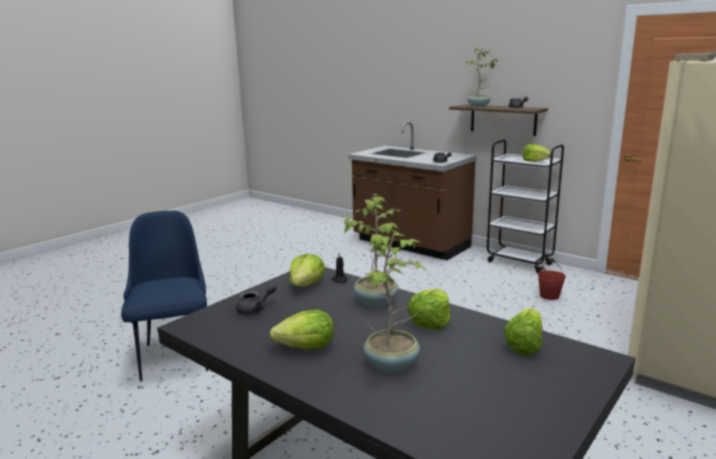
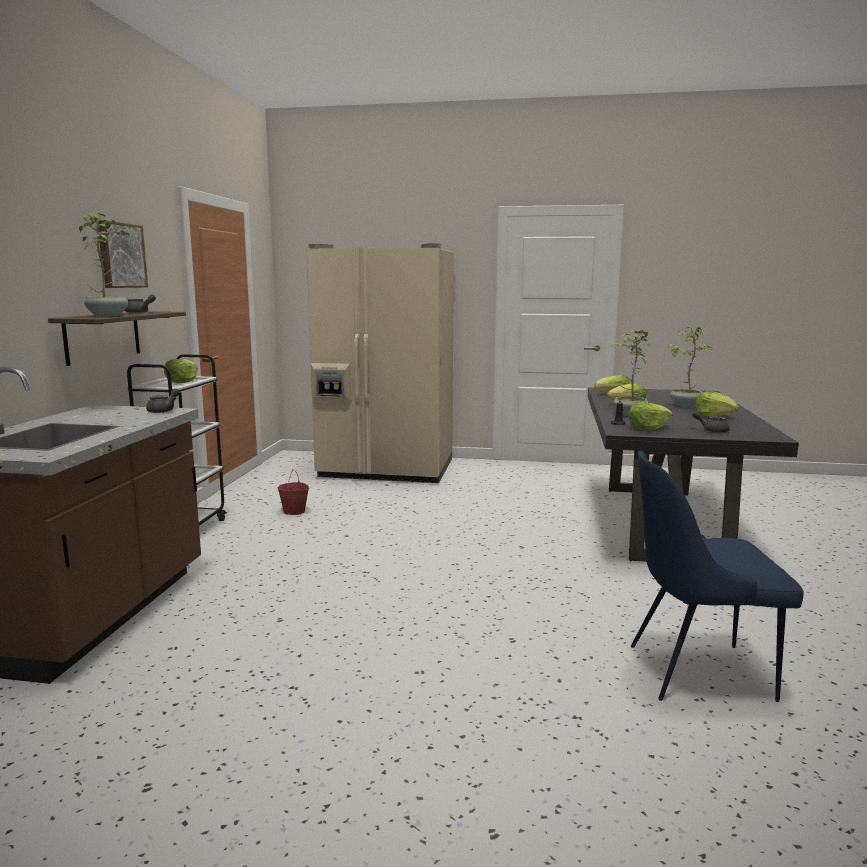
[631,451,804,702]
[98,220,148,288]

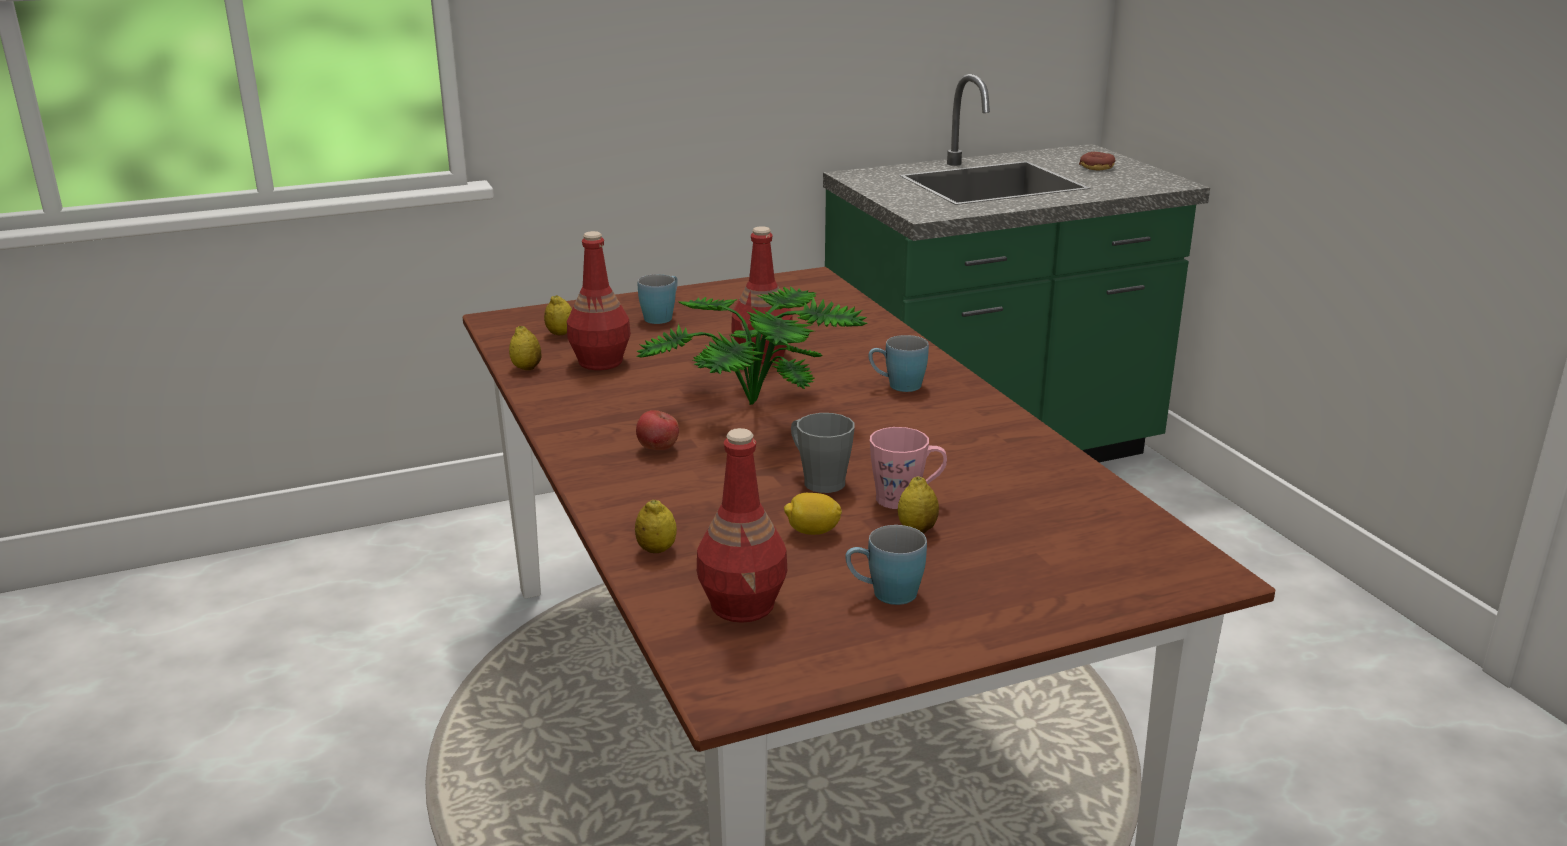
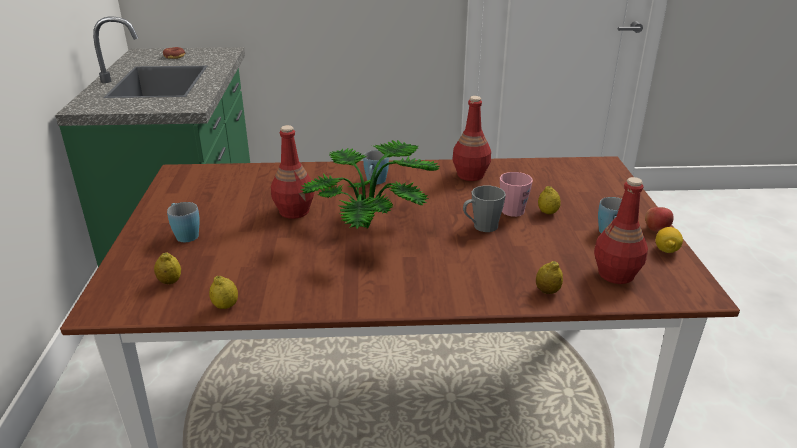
[453,96,491,181]
[645,207,674,232]
[655,227,683,253]

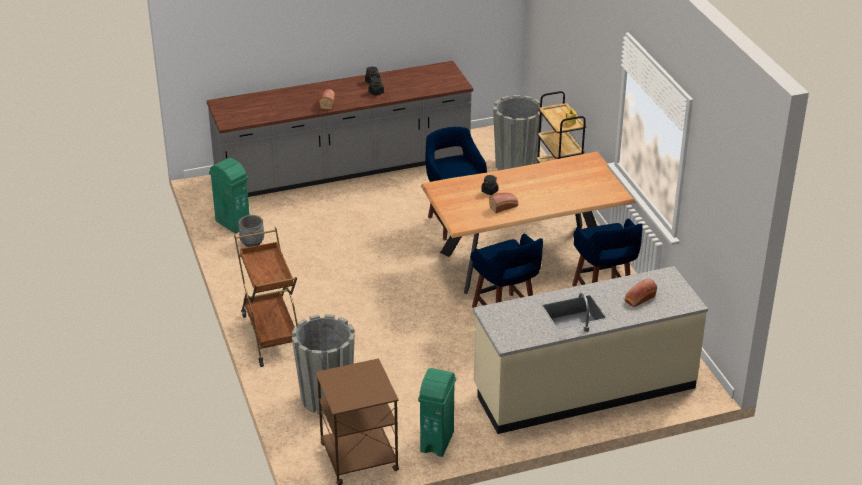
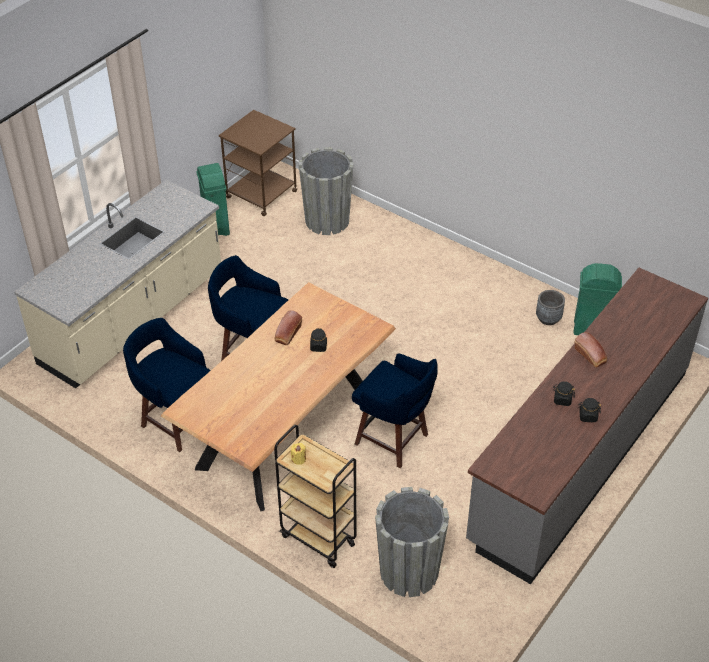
[234,227,298,367] (first image)
[625,278,657,307] (first image)

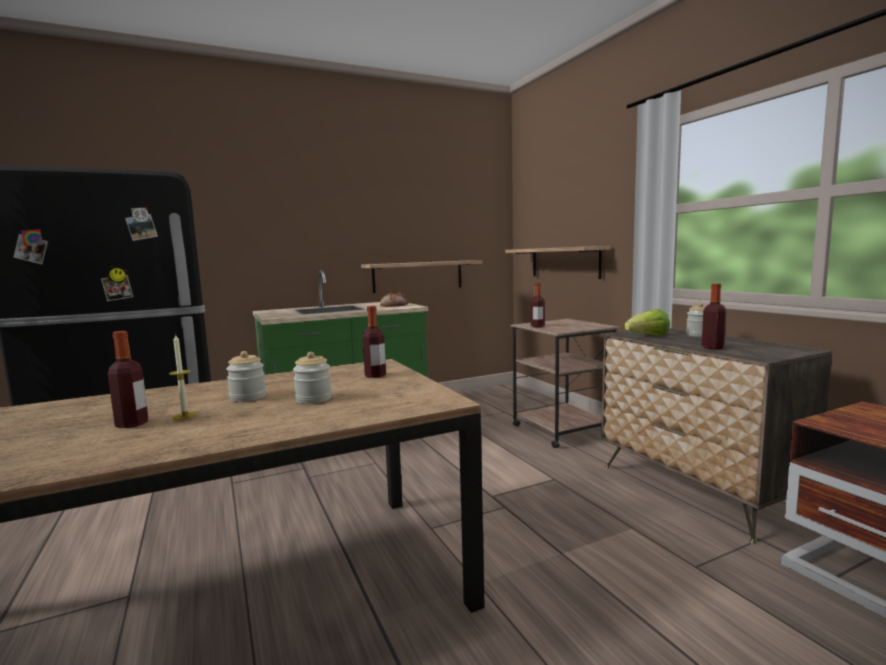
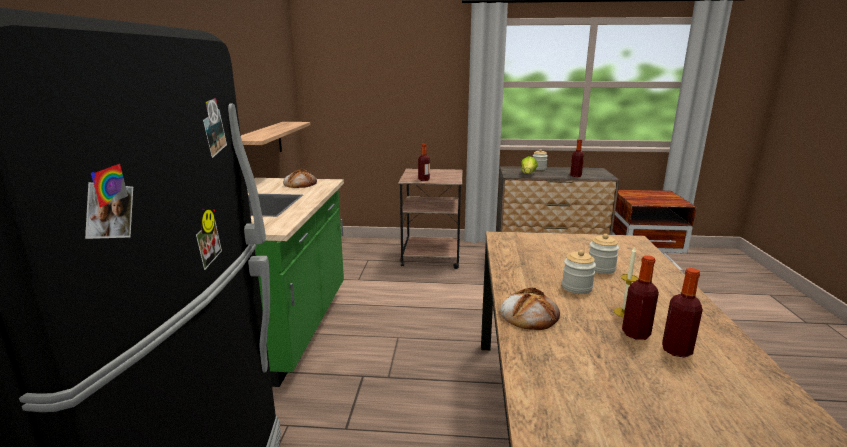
[662,268,703,358]
[505,246,611,279] (first image)
[500,288,560,330]

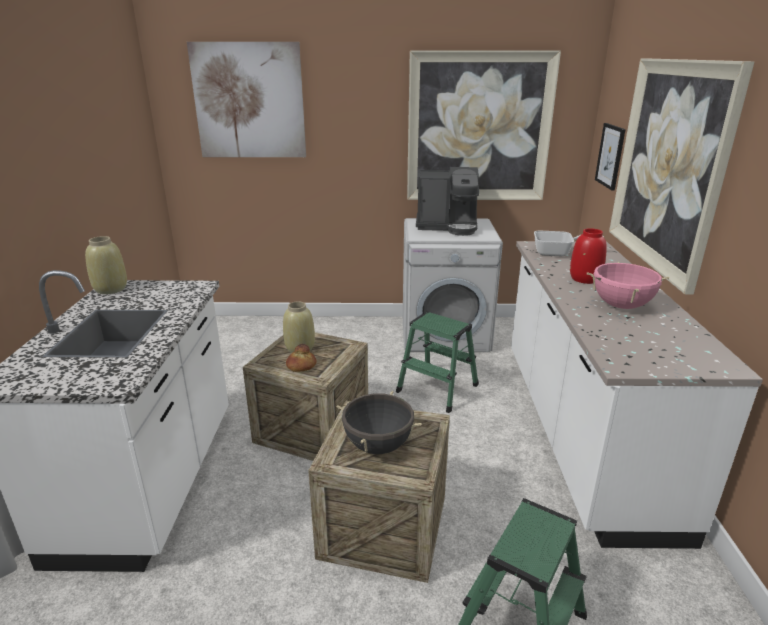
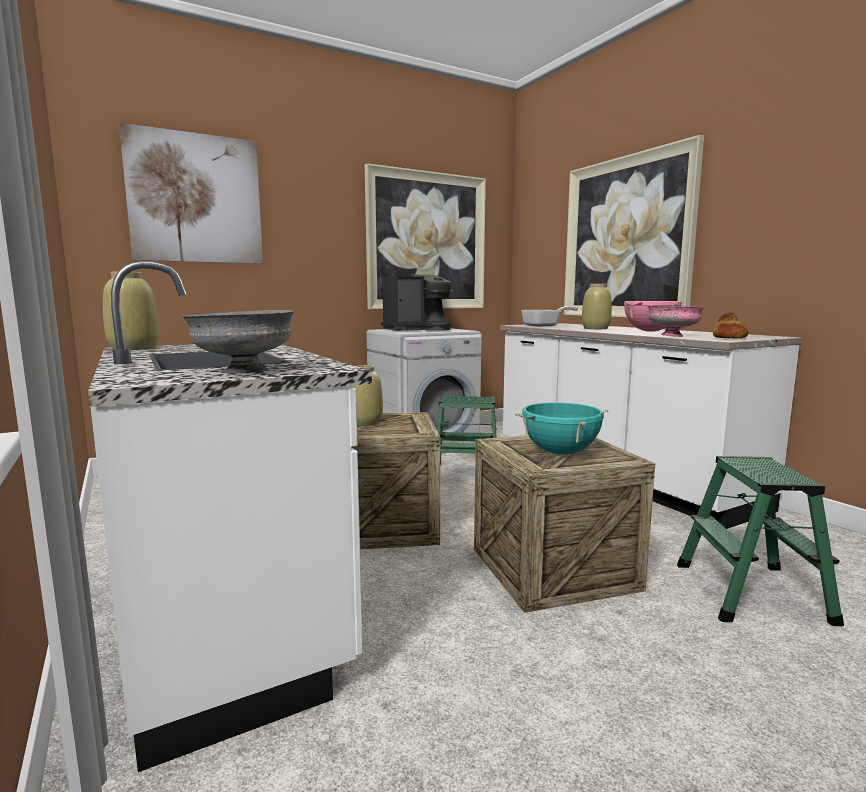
[713,312,748,338]
[515,402,608,455]
[582,284,612,329]
[595,123,626,191] (first image)
[182,310,295,373]
[647,306,704,337]

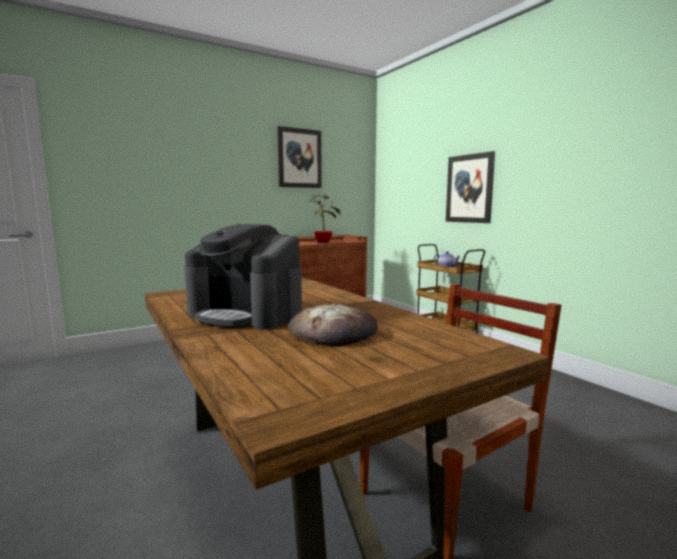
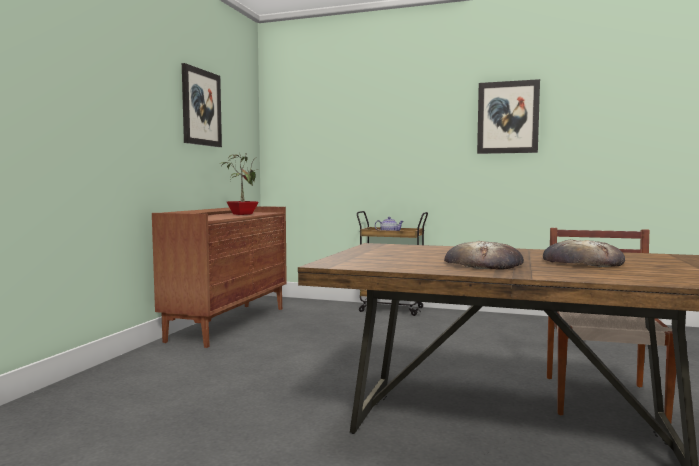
[444,241,524,270]
[477,79,540,154]

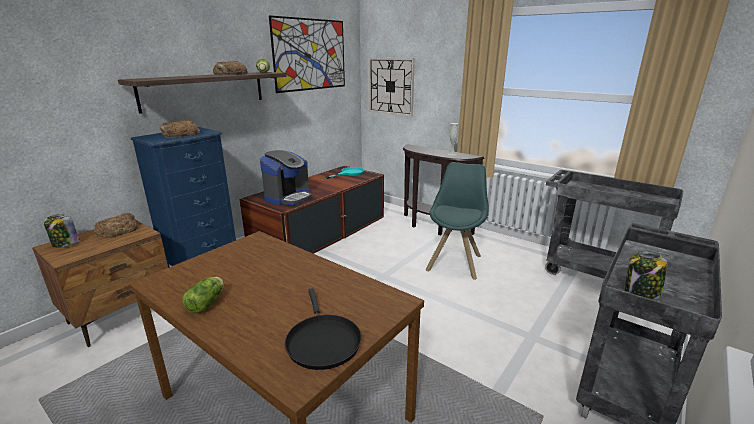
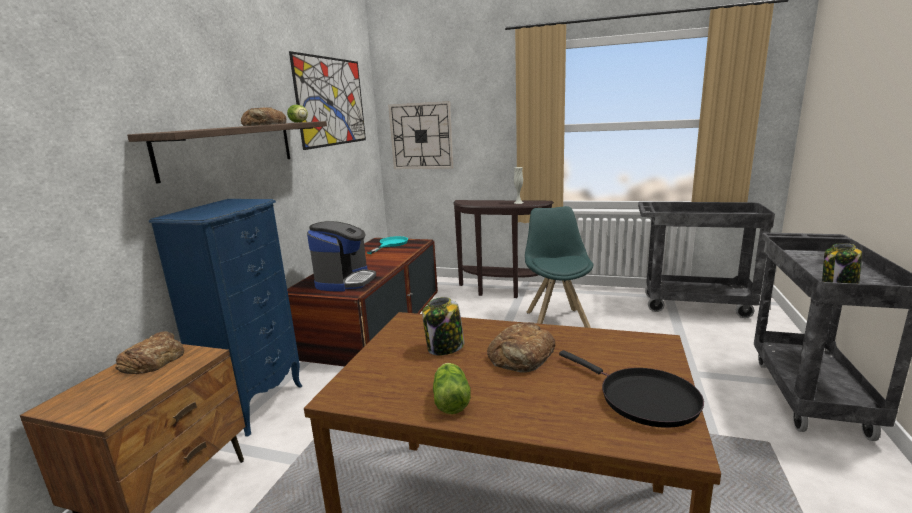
[422,297,464,355]
[487,322,555,373]

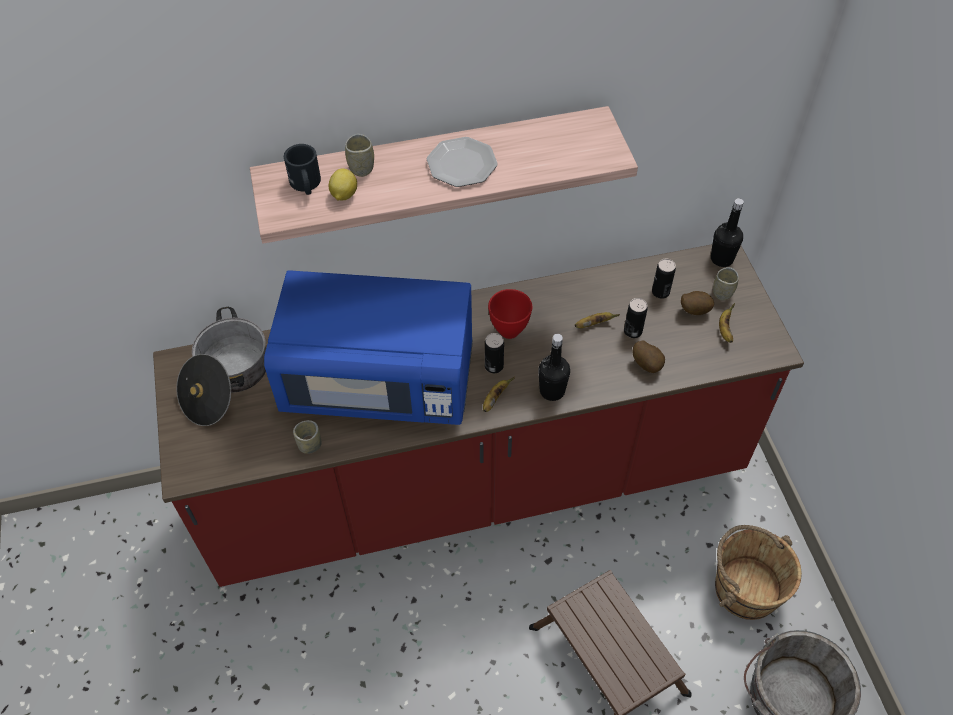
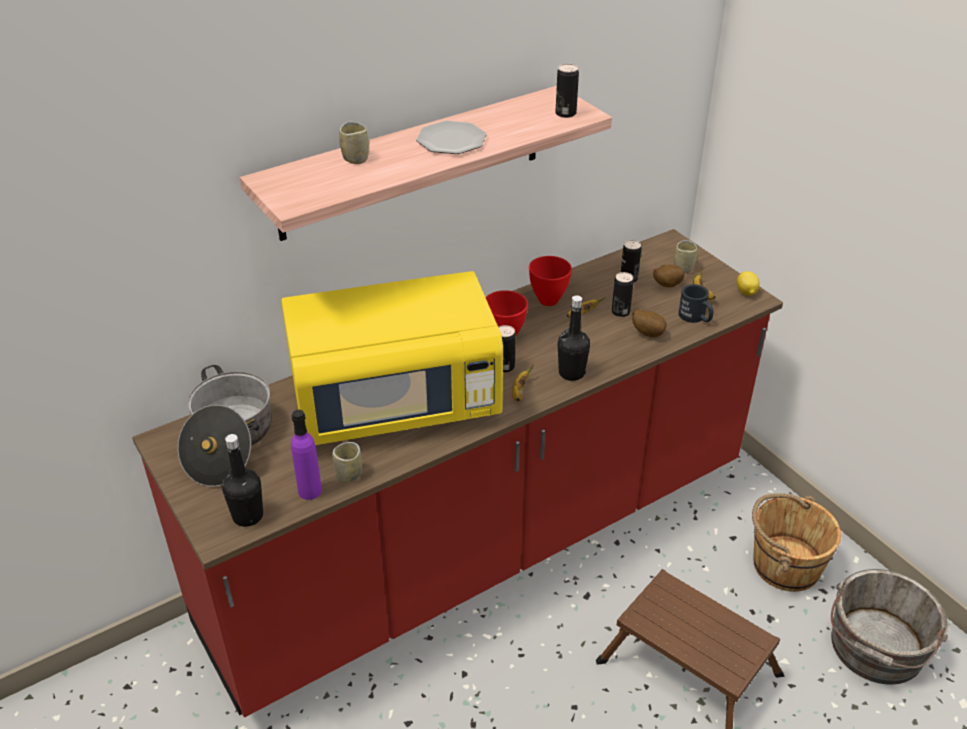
[281,271,503,445]
[678,284,714,323]
[737,271,760,296]
[222,434,263,527]
[291,410,322,500]
[529,256,572,306]
[555,63,579,118]

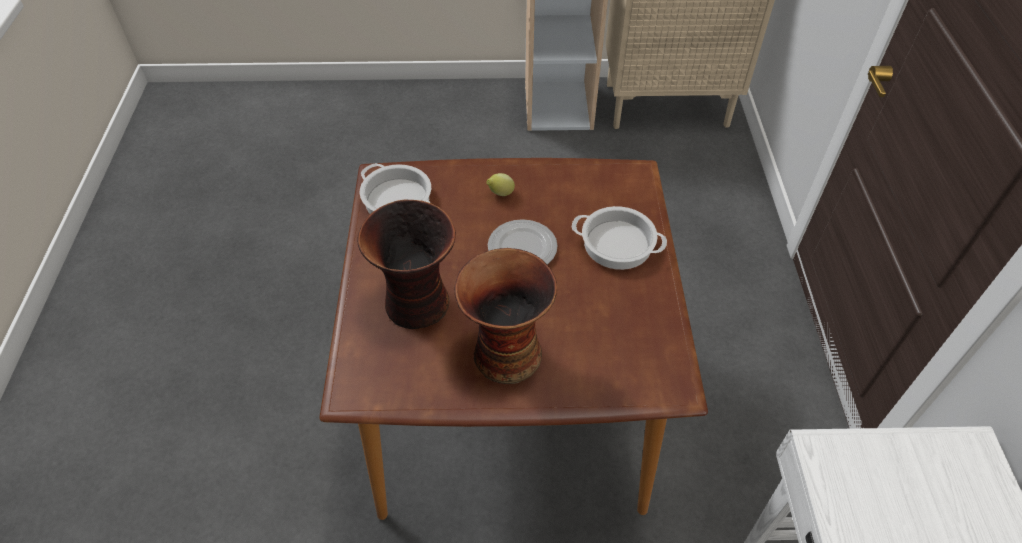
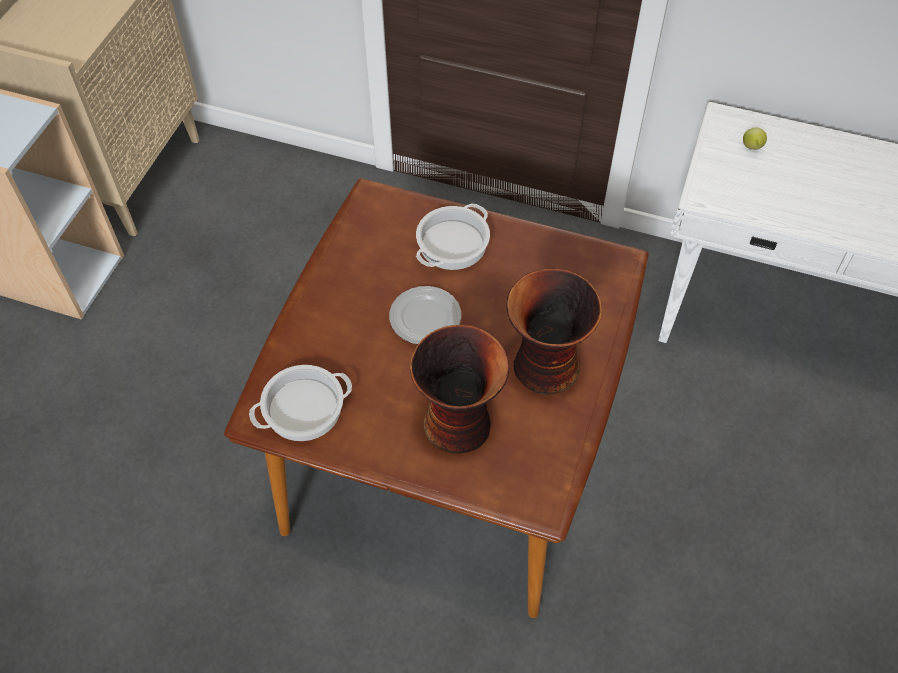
[743,128,767,150]

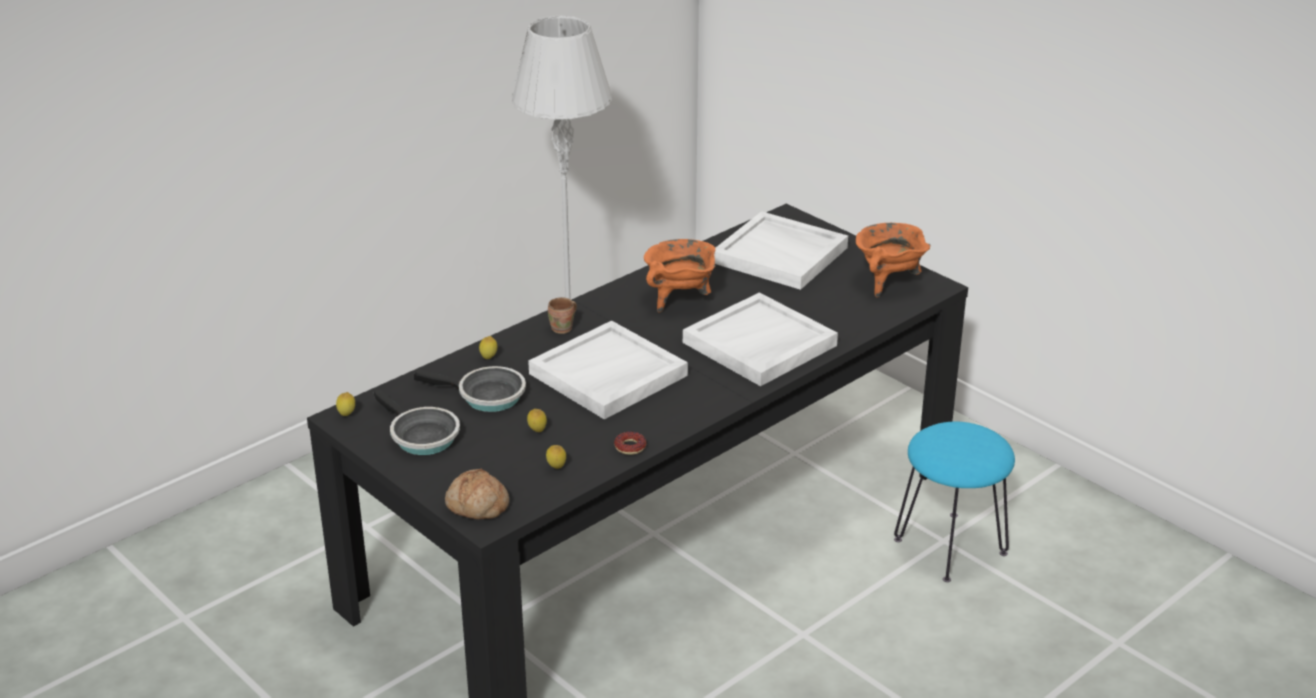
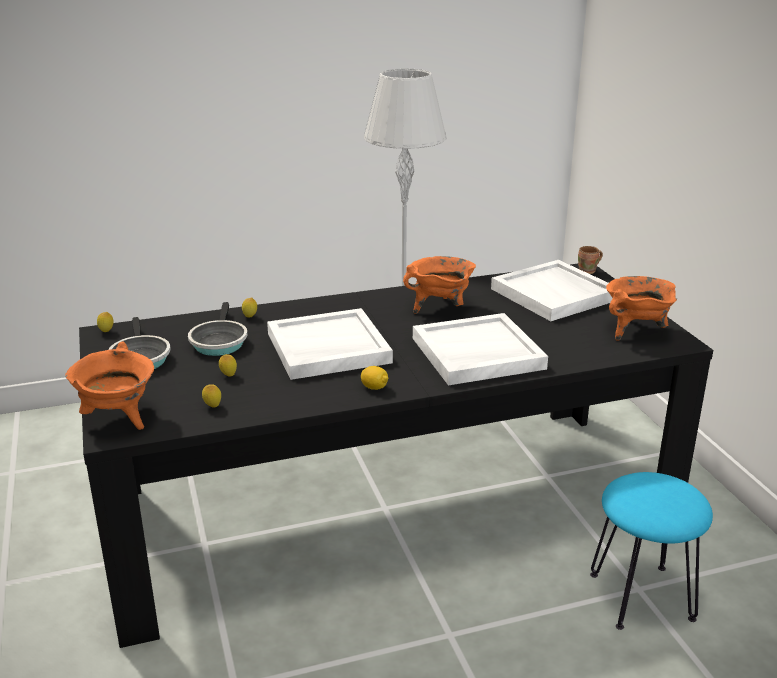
[188,302,247,356]
[65,341,154,430]
[578,246,603,274]
[614,432,646,455] (first image)
[361,366,388,390]

